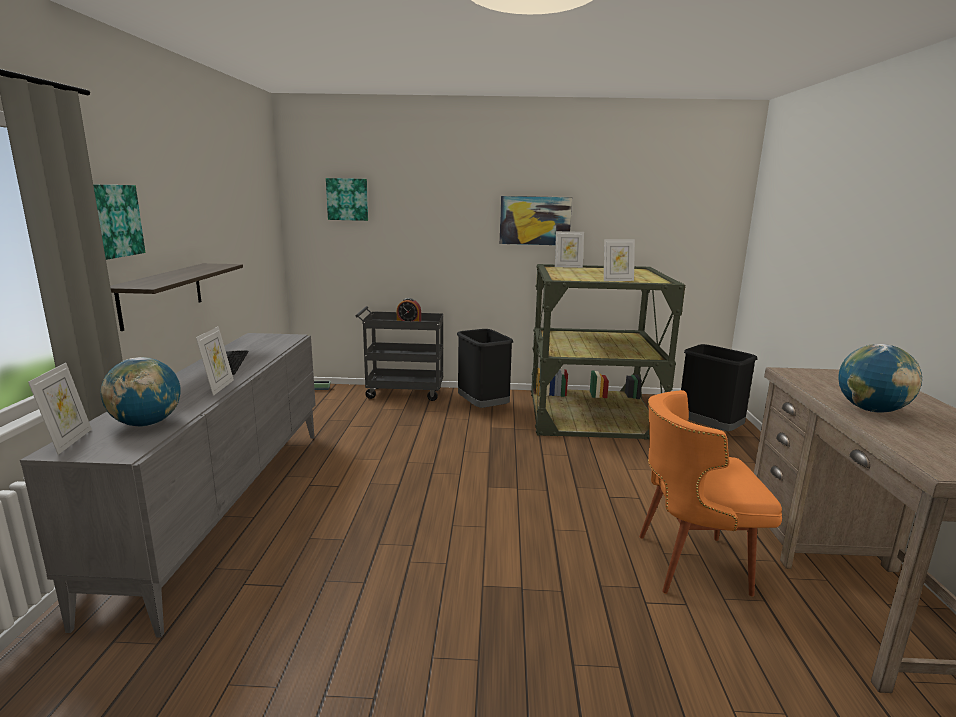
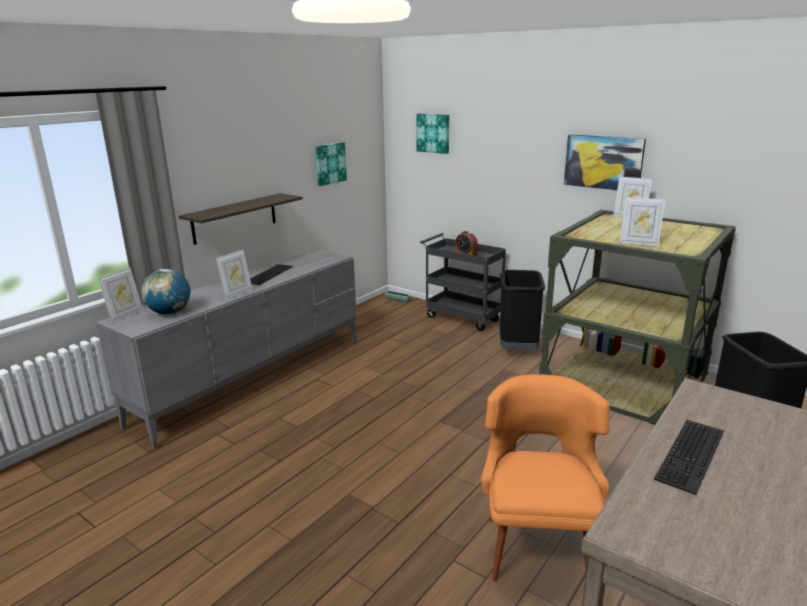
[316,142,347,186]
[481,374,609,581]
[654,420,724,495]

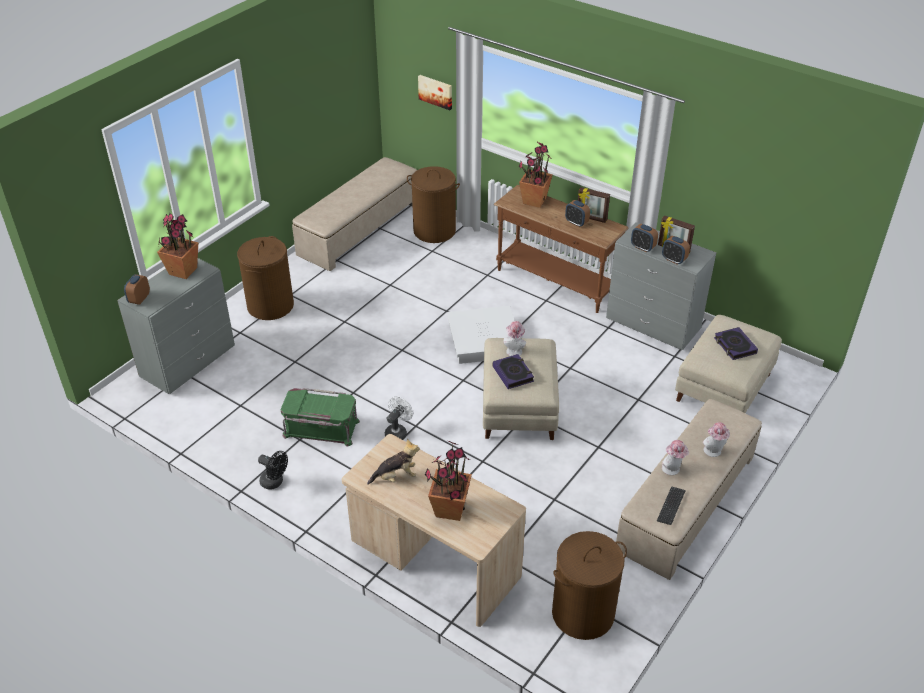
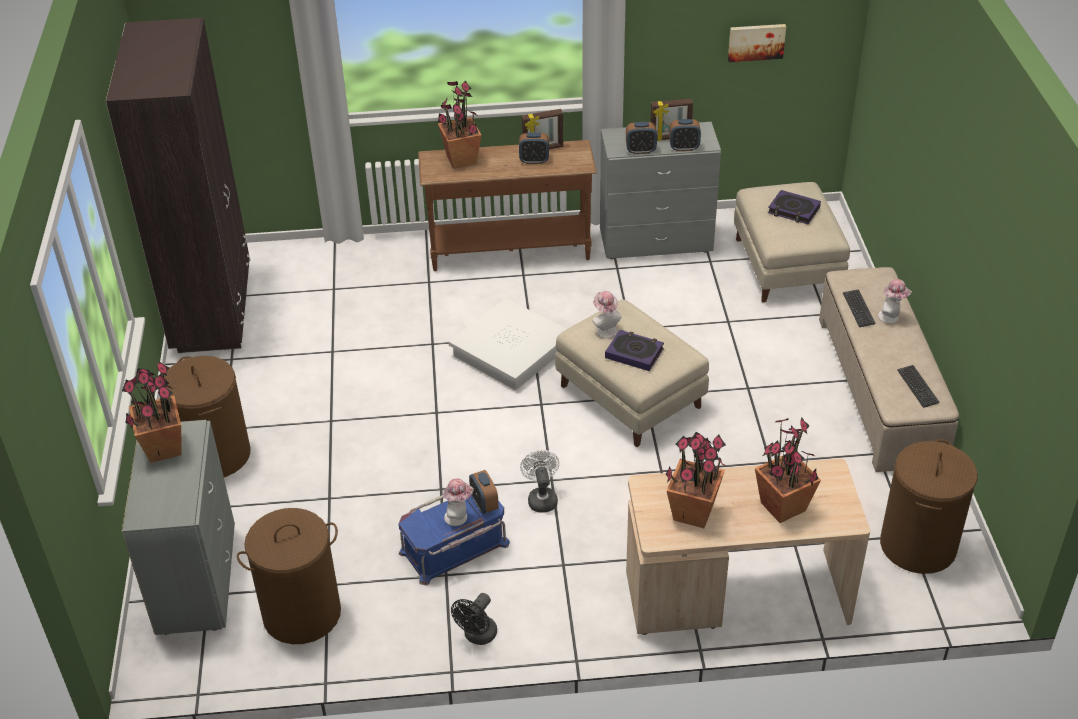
[469,470,499,514]
[451,593,497,645]
[399,495,510,585]
[106,18,250,353]
[666,432,726,528]
[237,508,341,644]
[728,24,786,62]
[443,478,474,526]
[843,289,876,327]

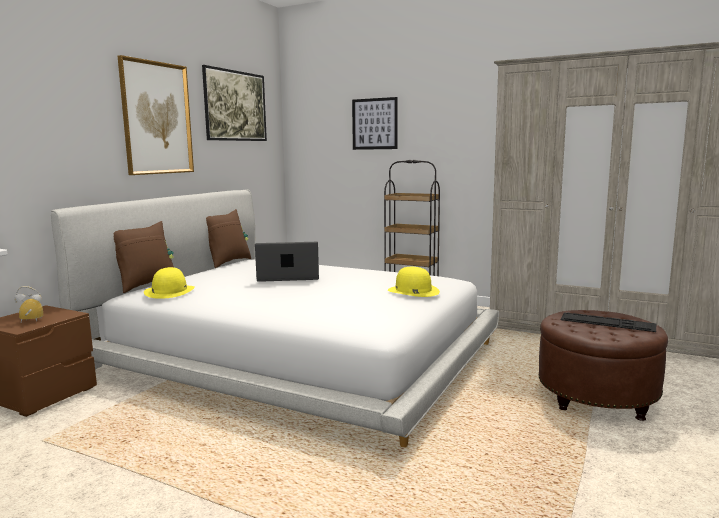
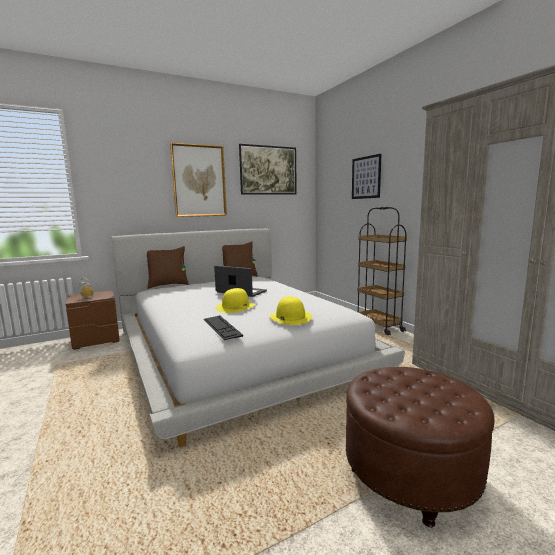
[216,288,255,313]
[204,316,243,340]

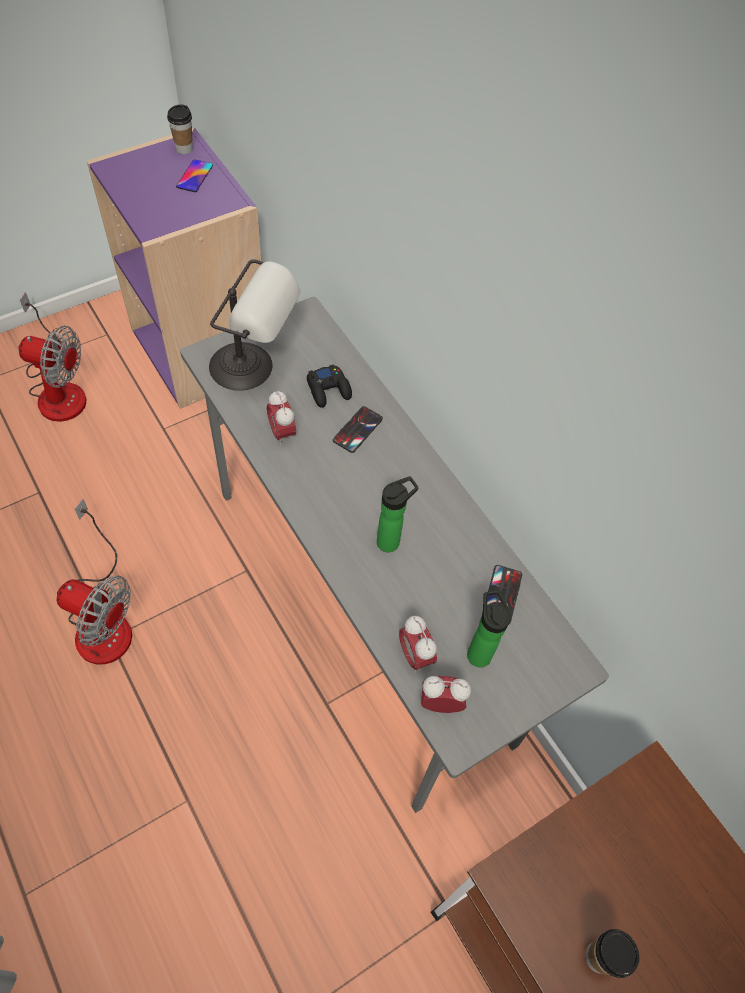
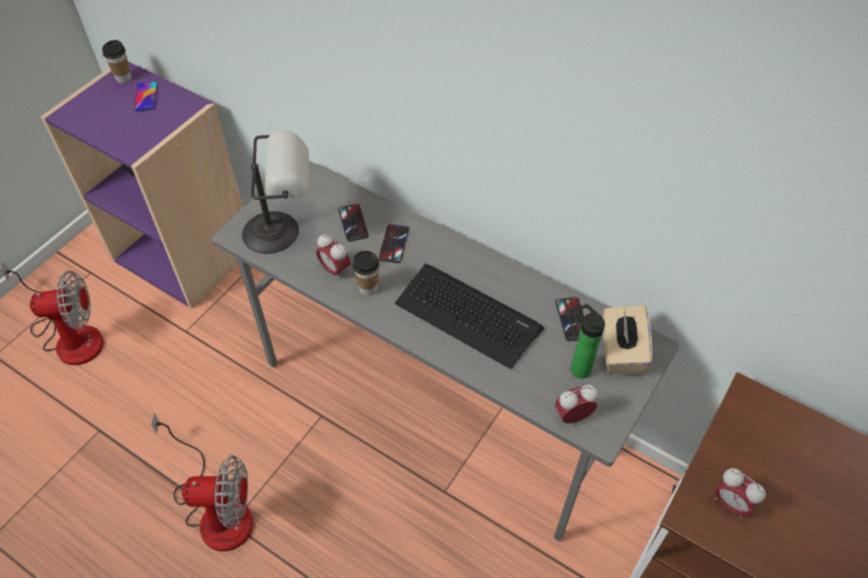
[338,204,369,242]
[395,264,544,369]
[714,468,766,519]
[352,251,379,296]
[603,305,652,375]

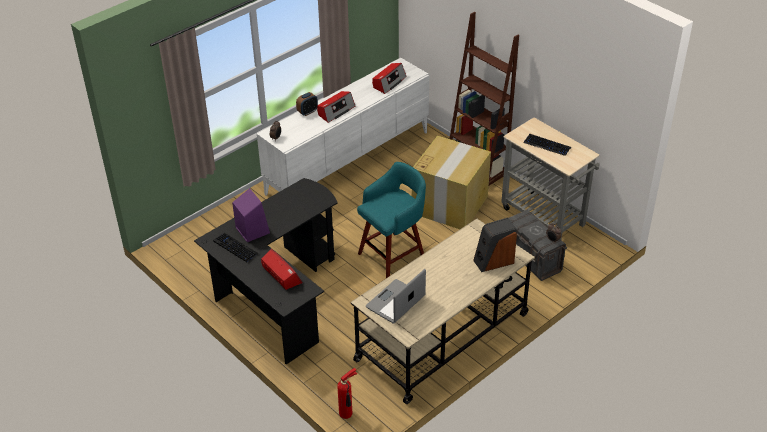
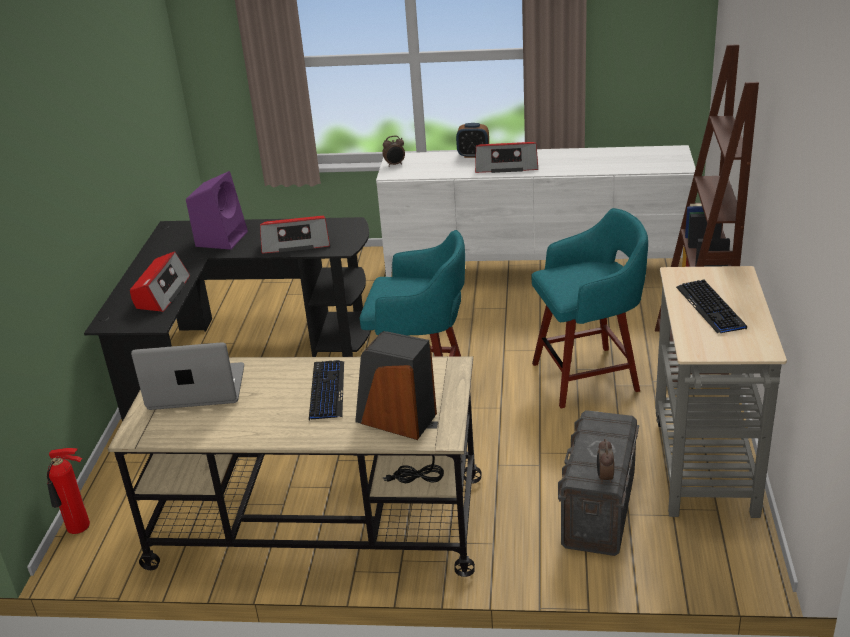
[309,360,344,420]
[260,216,330,253]
[532,208,648,408]

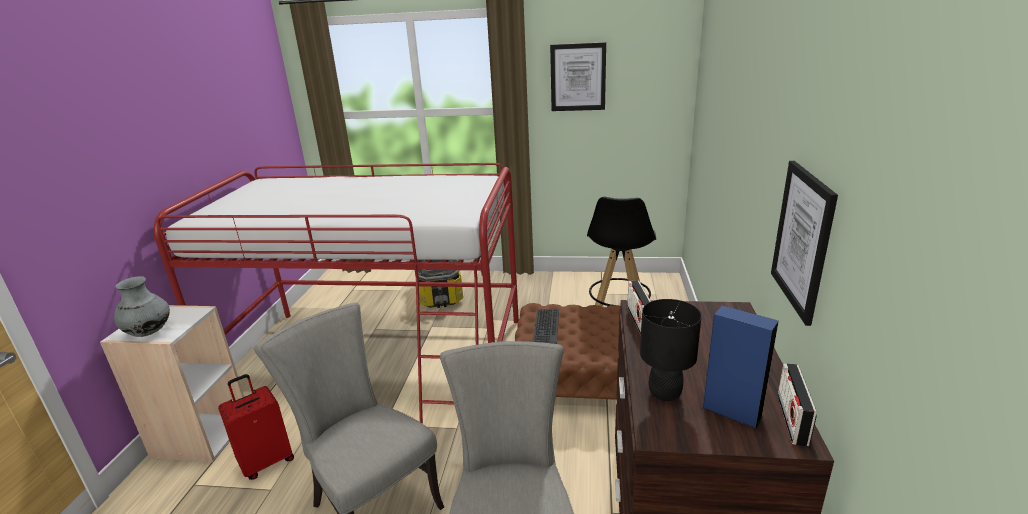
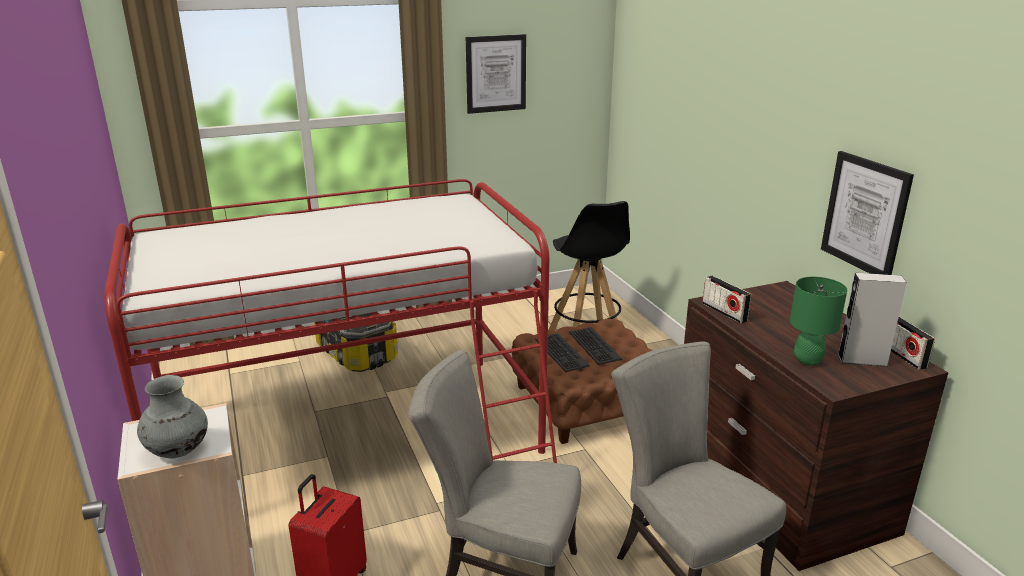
[790,277,847,365]
[838,273,907,367]
[569,327,622,365]

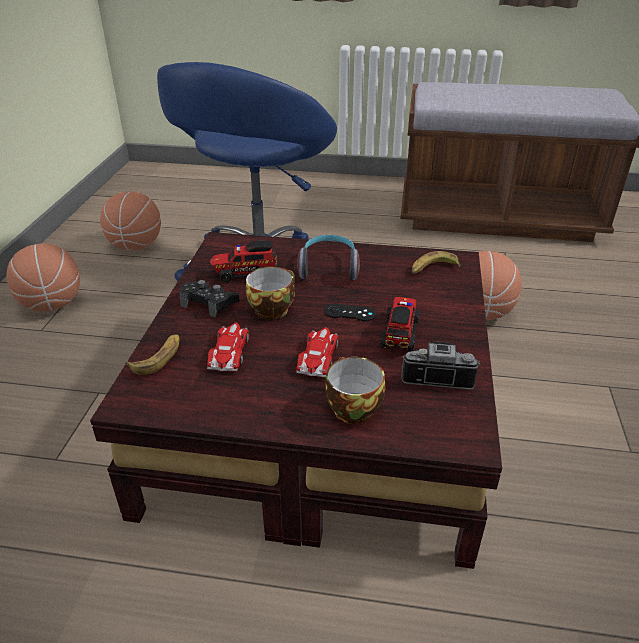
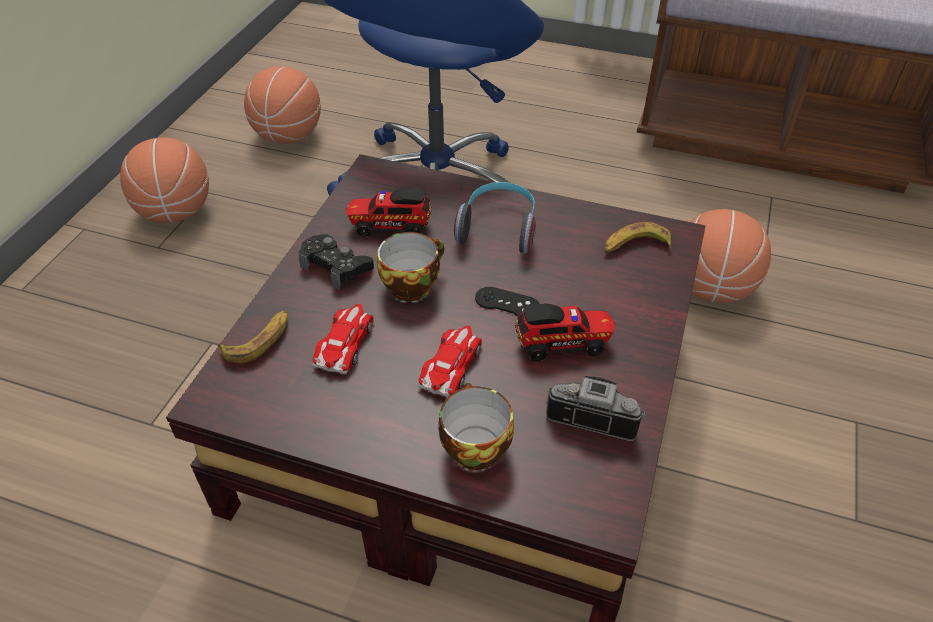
[515,304,615,362]

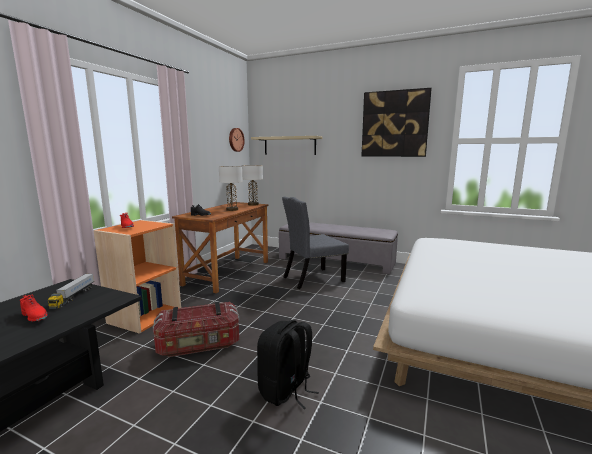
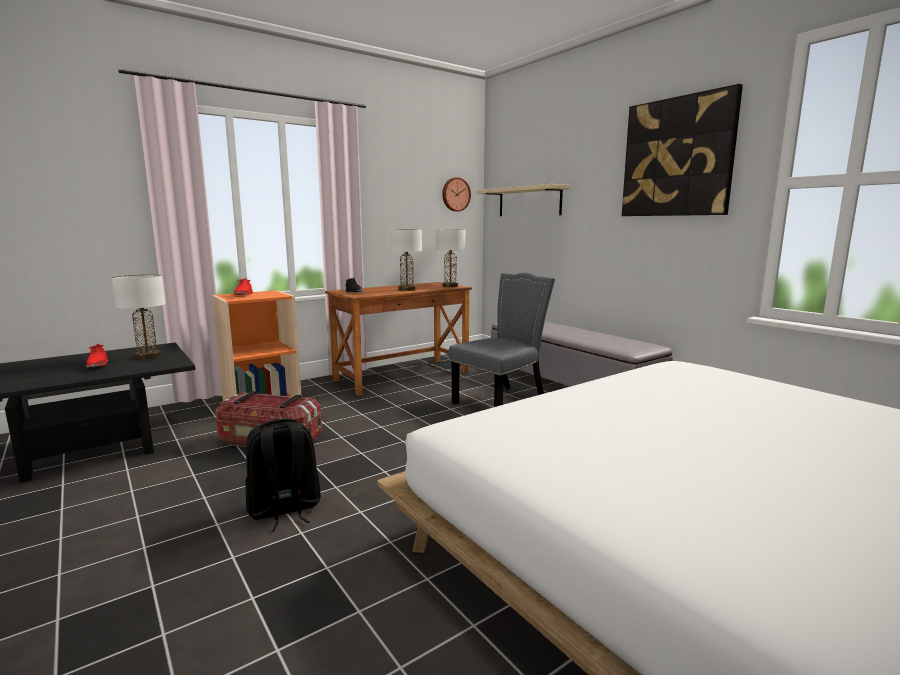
[112,274,165,359]
[449,272,555,407]

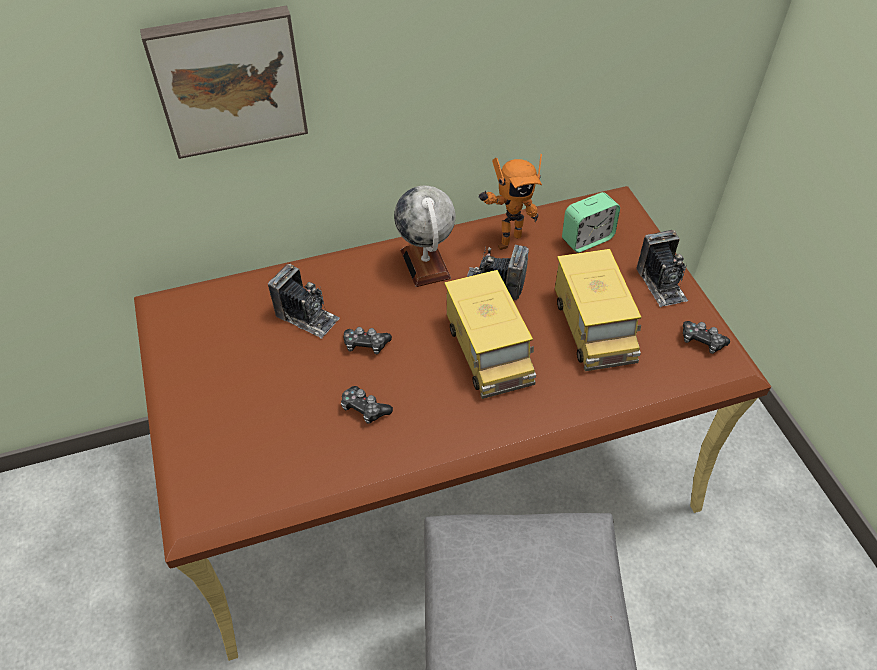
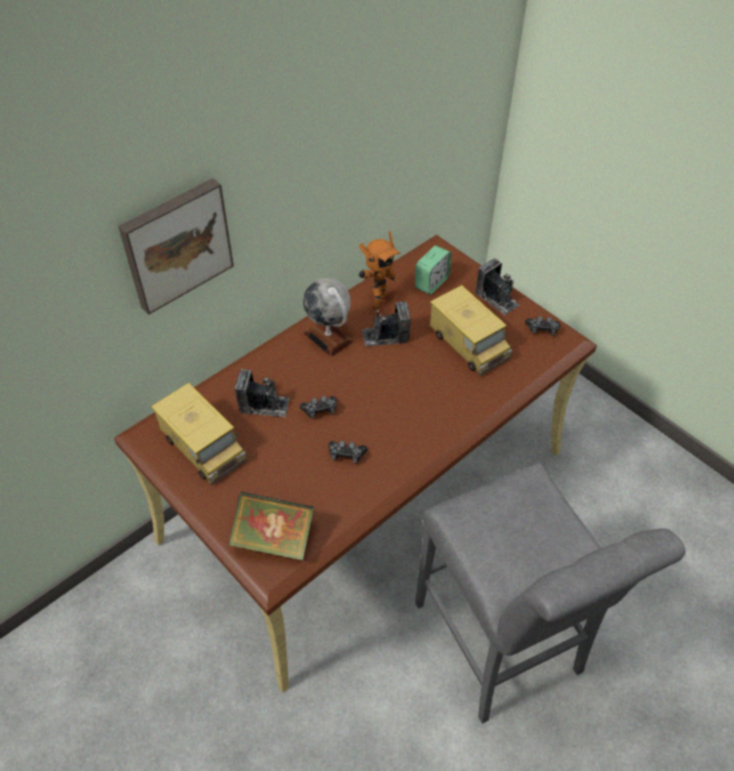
[151,383,247,485]
[229,491,314,560]

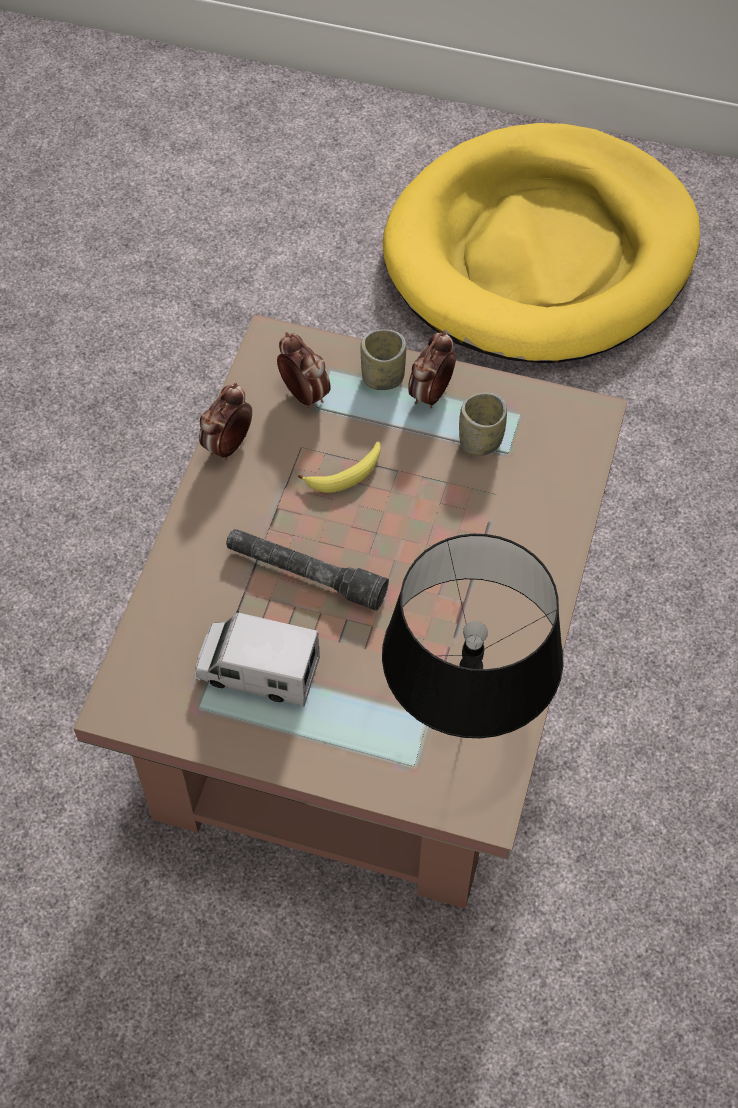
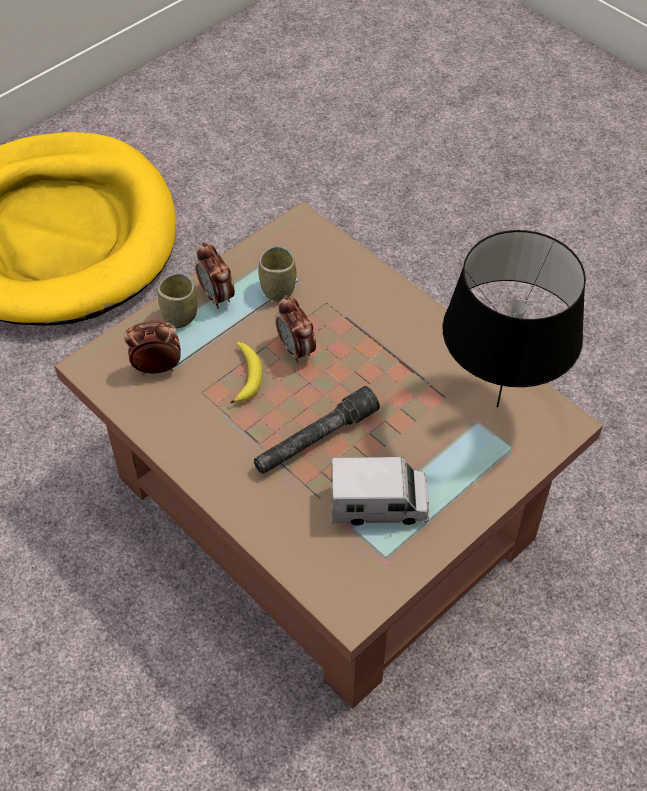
[332,456,430,526]
[275,295,316,363]

